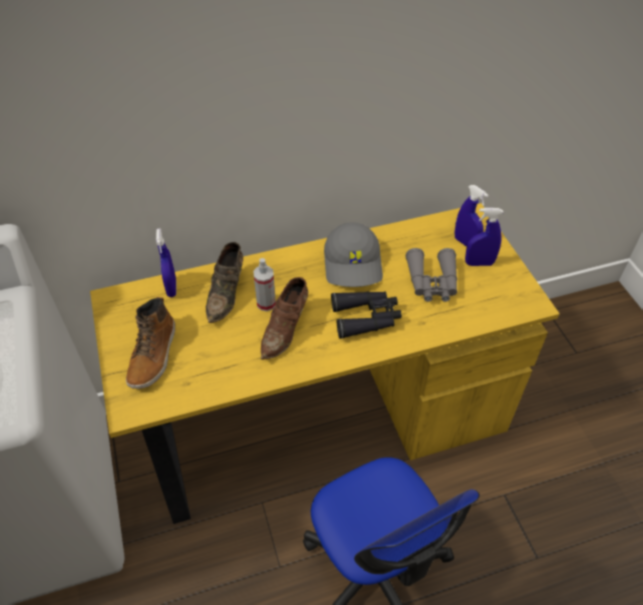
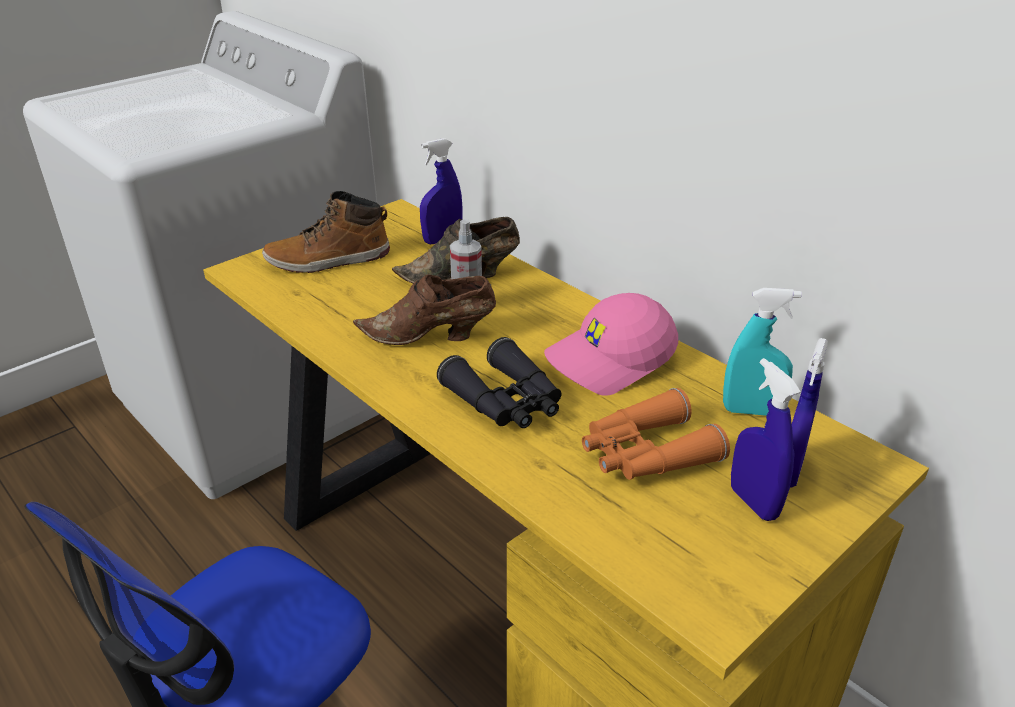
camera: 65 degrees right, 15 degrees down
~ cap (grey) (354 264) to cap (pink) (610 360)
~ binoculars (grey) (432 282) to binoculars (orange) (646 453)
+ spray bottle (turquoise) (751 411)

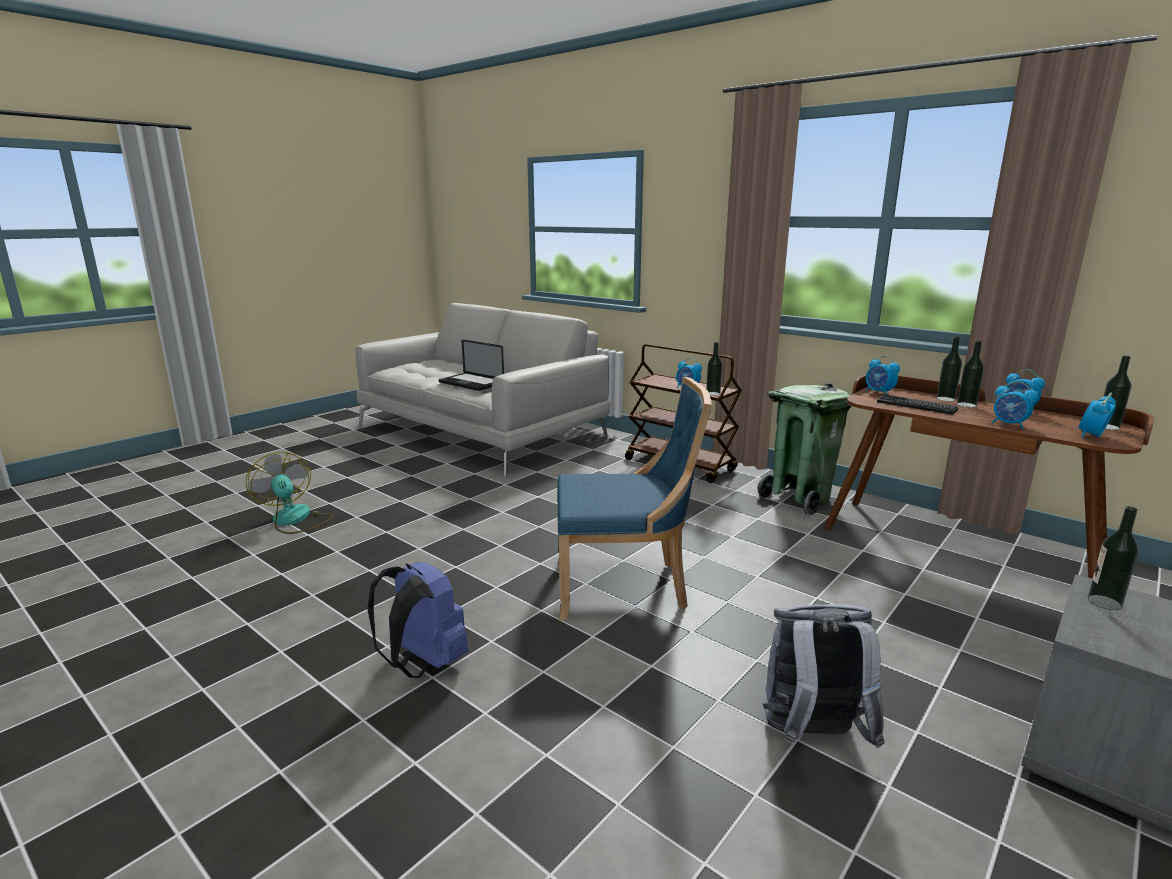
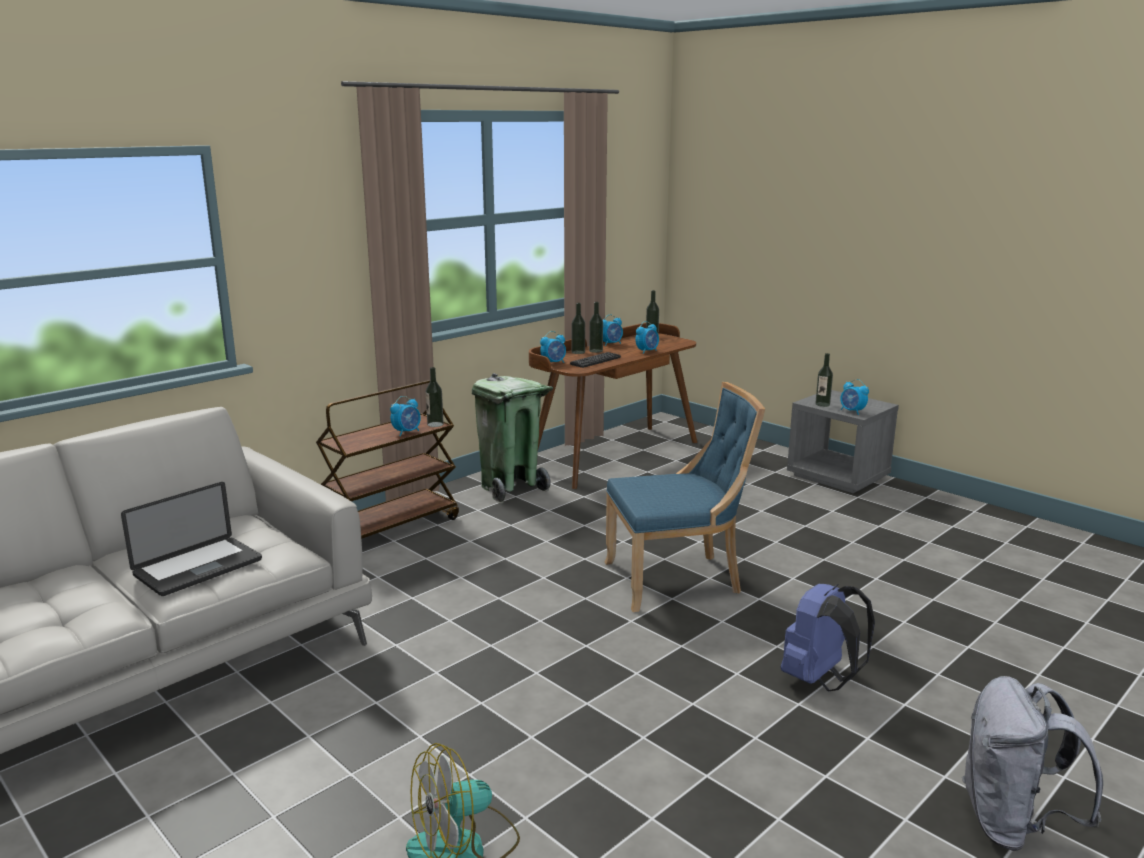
camera: 85 degrees left, 0 degrees up
~ chair (blue) (625 587) = (678 580) 75 degrees clockwise
~ alarm clock (1092 436) to (852 411)
~ backpack (grey) (811 736) to (1013 824)

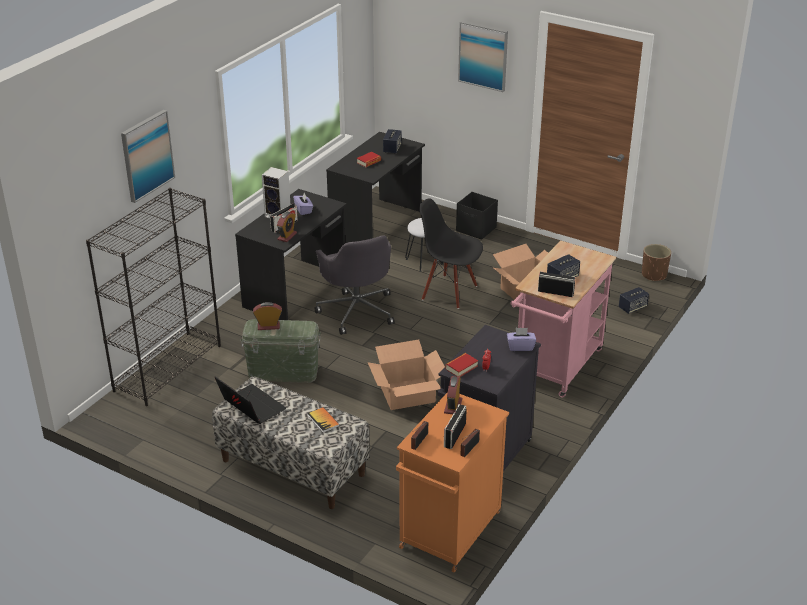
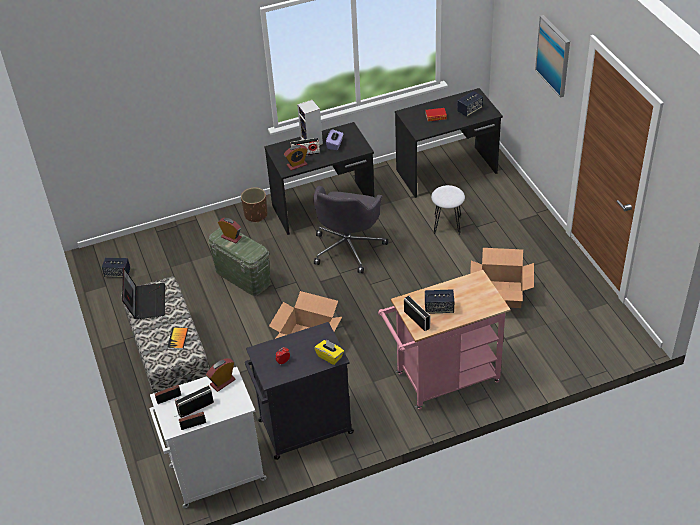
camera: 40 degrees right, 10 degrees up
- picture (147 155)
- bookcase (black) (168 367)
- storage box (black) (476 229)
- chair (black) (449 292)
~ planter (brown) (654 275) to (256 215)
~ speaker (632 307) to (117 273)
~ tissue box (purple) (520 347) to tissue box (yellow) (330 356)
- book (461 367)
~ cabinet (orange) (449 531) to cabinet (white) (215 474)

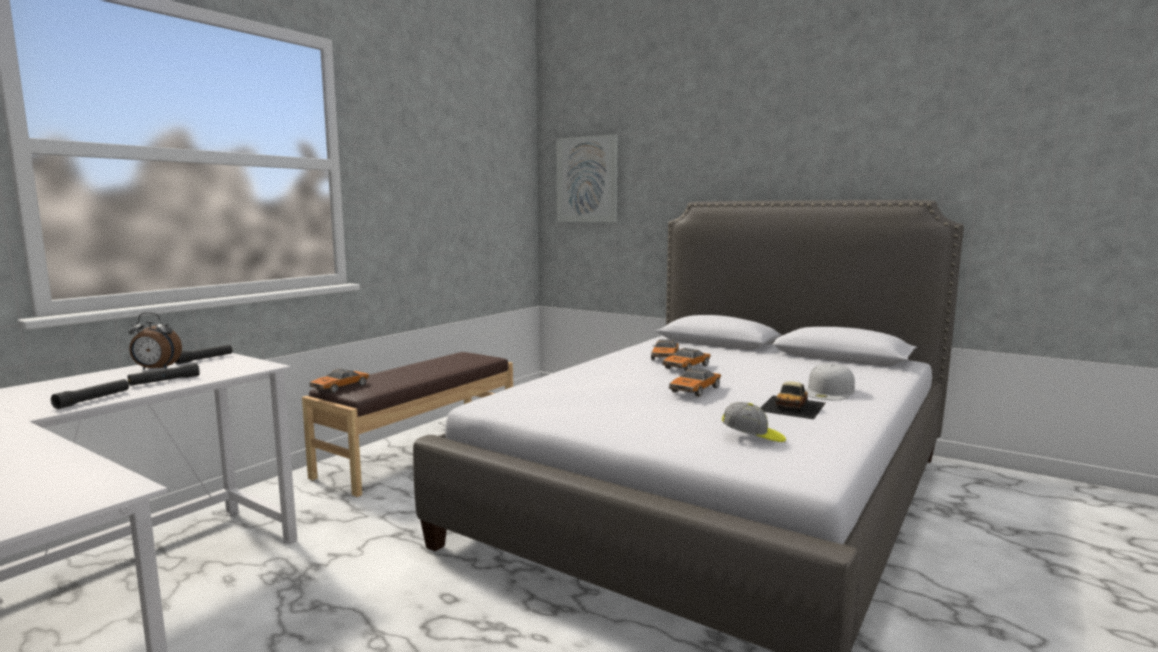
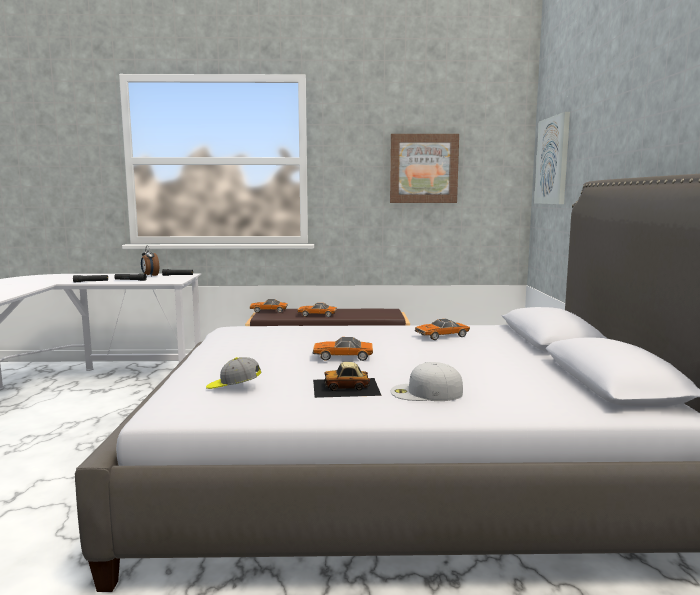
camera: 55 degrees right, 0 degrees up
~ toy car (686 367) to (317 315)
~ cap (753 437) = (233 387) 120 degrees clockwise
+ picture (423 168)

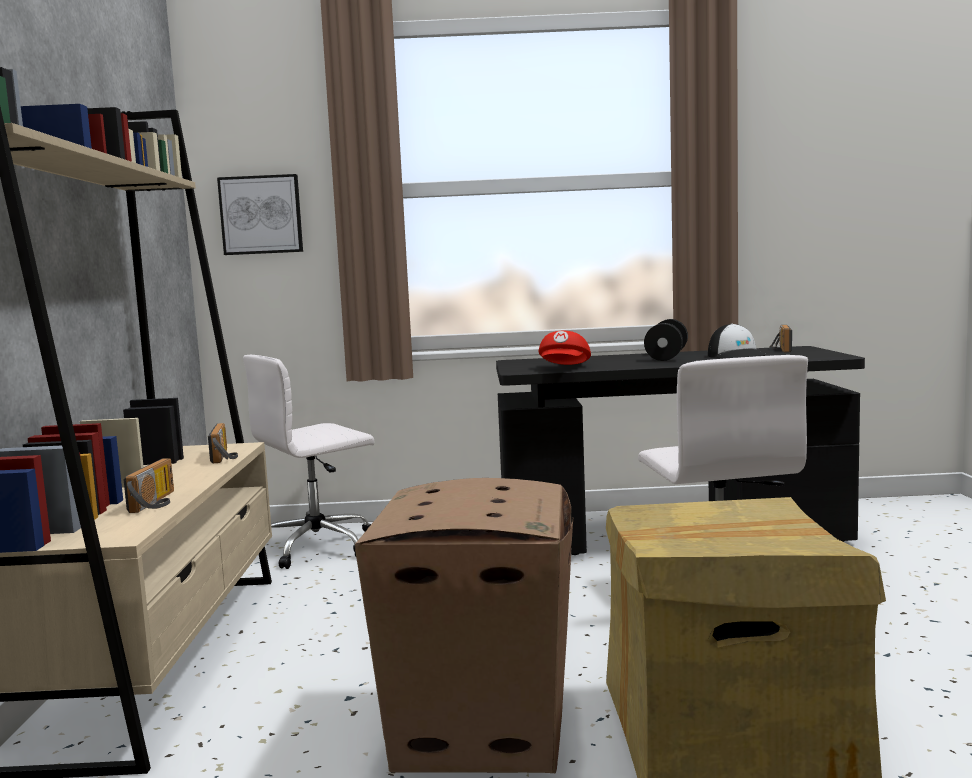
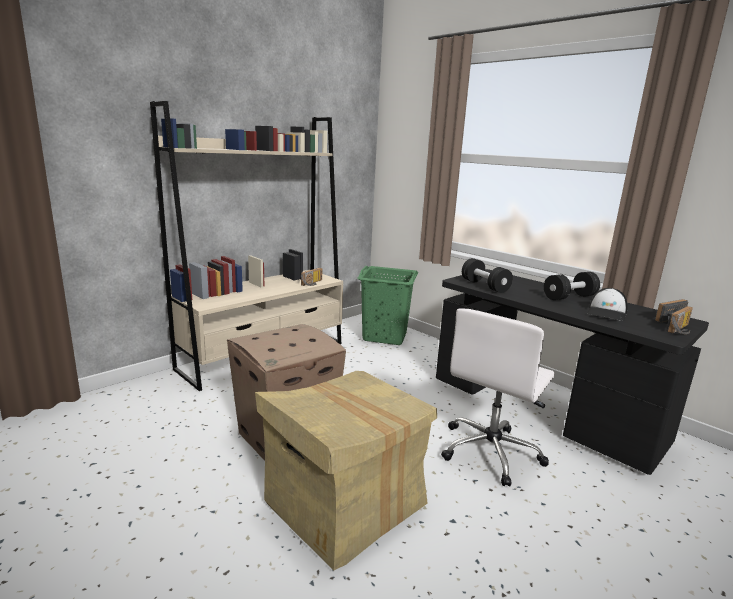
camera: 45 degrees right, 10 degrees up
- picture (261 215)
~ cap (red) (565 368) to dumbbell (black) (484 286)
~ office chair (white) (319 546) to laundry basket (green) (384 336)
~ radio (158 502) to (681 330)

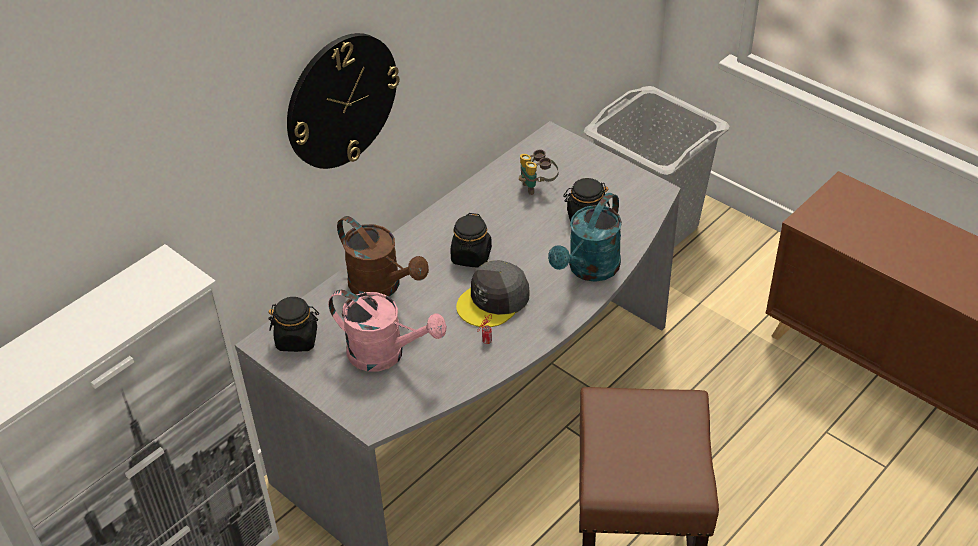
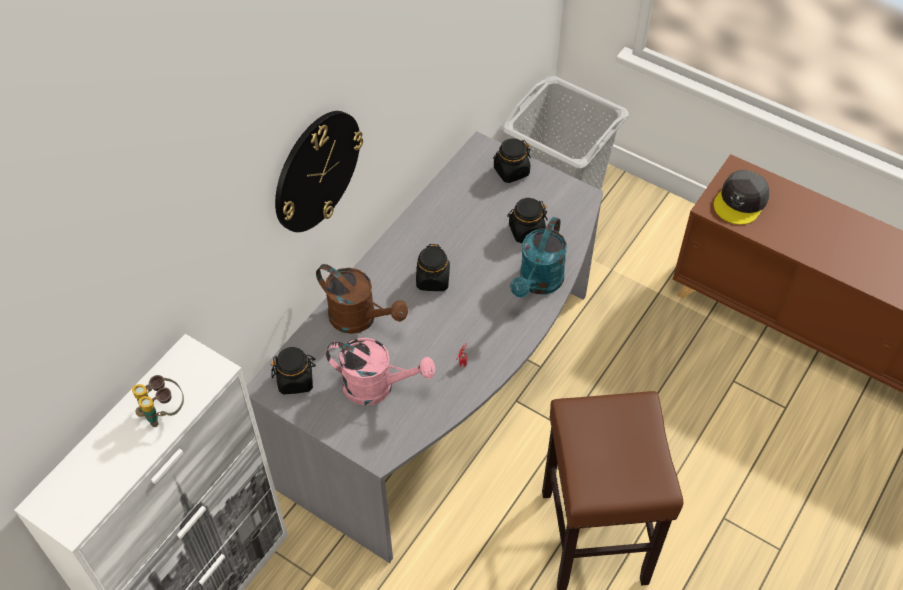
camera: 10 degrees left, 10 degrees up
~ binoculars (537 186) to (163 412)
~ cap (grey) (494 301) to (741 202)
+ jar (black) (511 171)

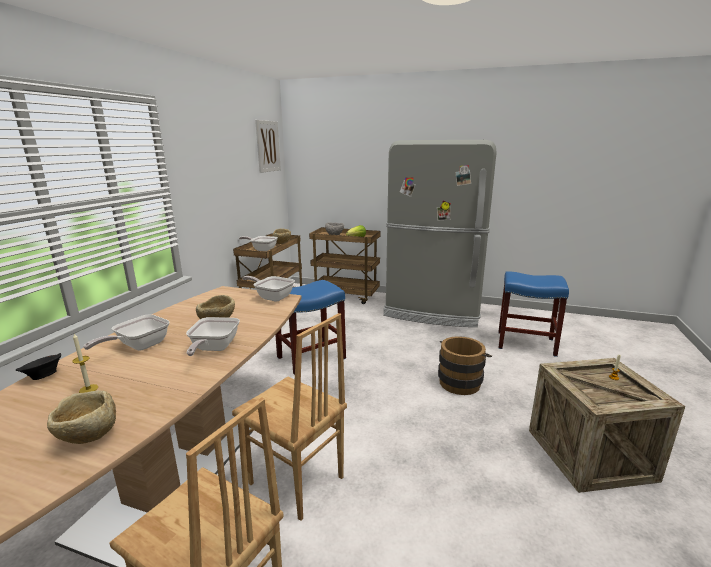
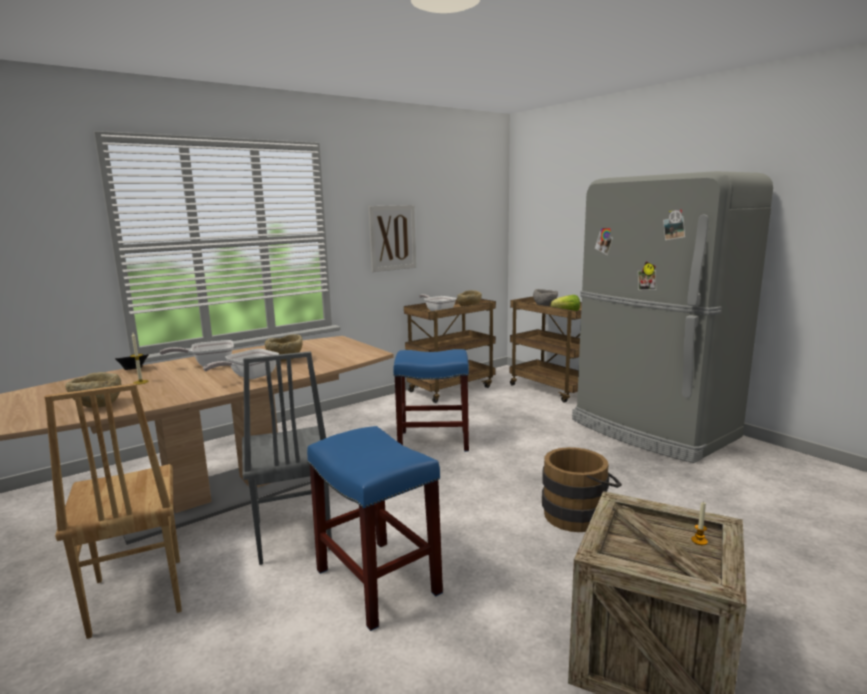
camera: 35 degrees right, 5 degrees down
~ picture (267 146) to (392 238)
~ stool (blue) (526 343) to (379 581)
- frying pan (272 297)
~ chair (brown) (296 482) to chair (grey) (291 536)

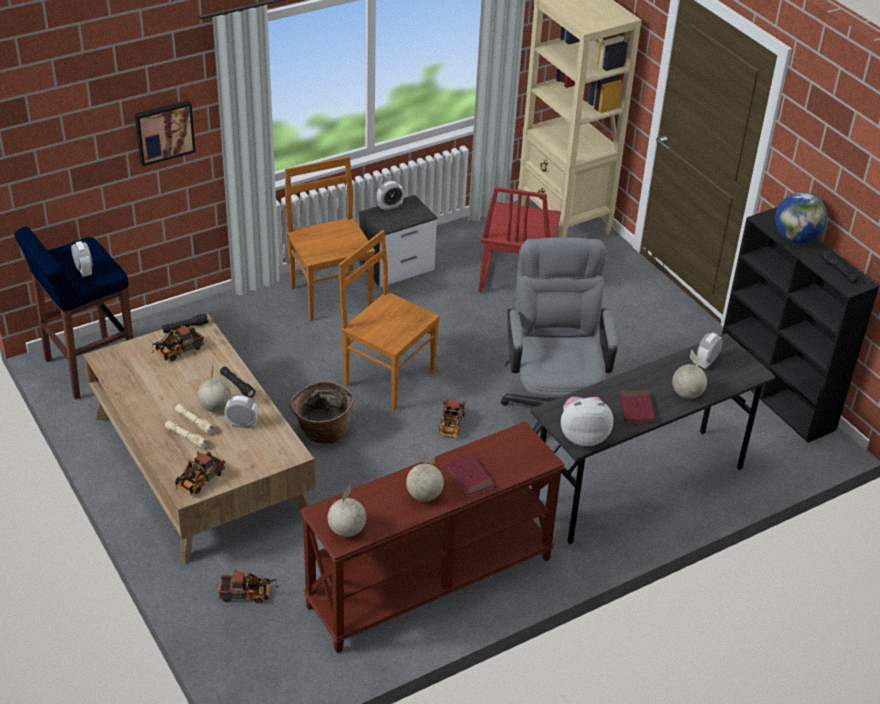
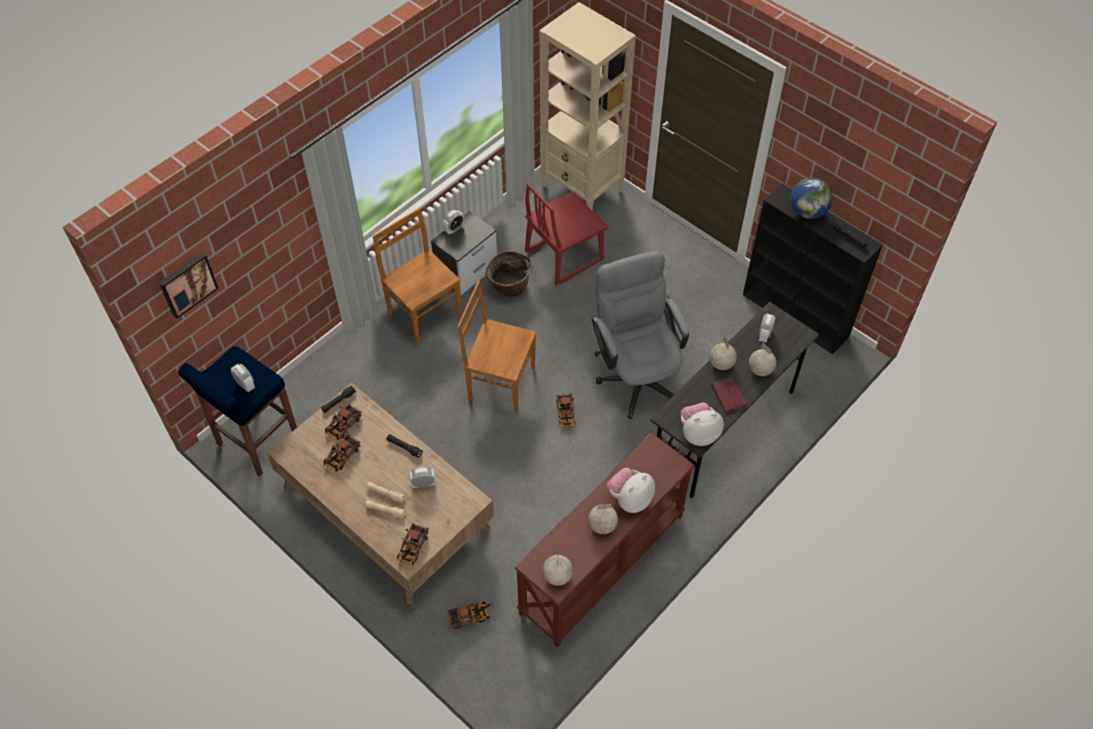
camera: 15 degrees left, 15 degrees up
~ picture (164 131) to (187 284)
~ chair (red) (515 277) = (563 255) 60 degrees clockwise
~ globe (215 407) to (721 364)
~ basket (322 432) to (509 287)
~ book (red) (470 478) to plush toy (630 499)
+ toy truck (341 458)

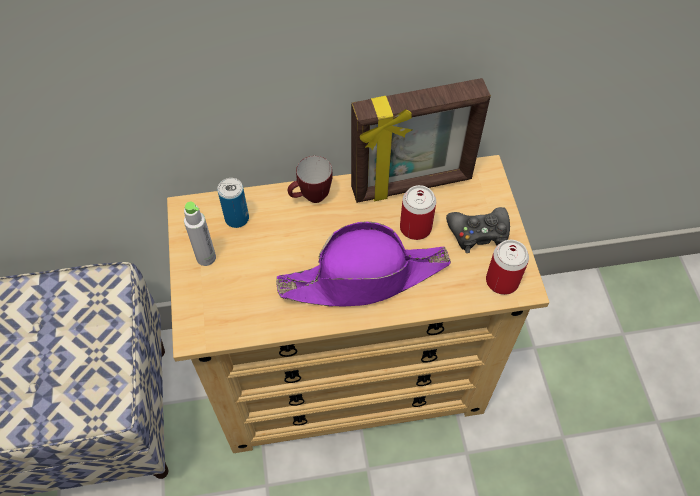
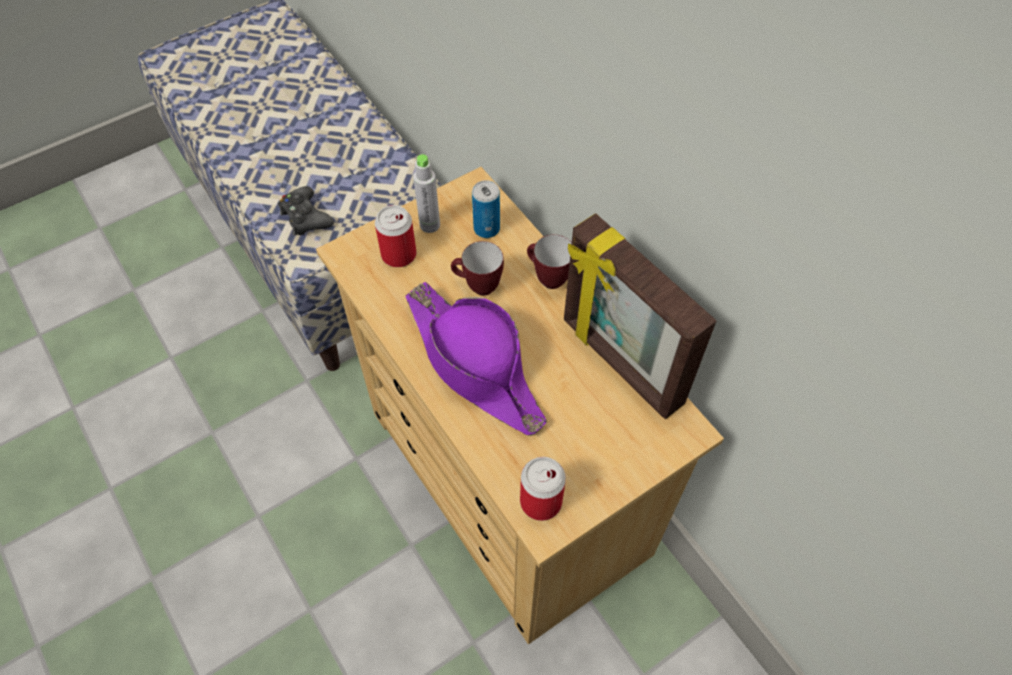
camera: 65 degrees right, 0 degrees up
~ can (415 227) to (399 254)
~ game controller (black) (479 233) to (305 217)
+ mug (477 287)

